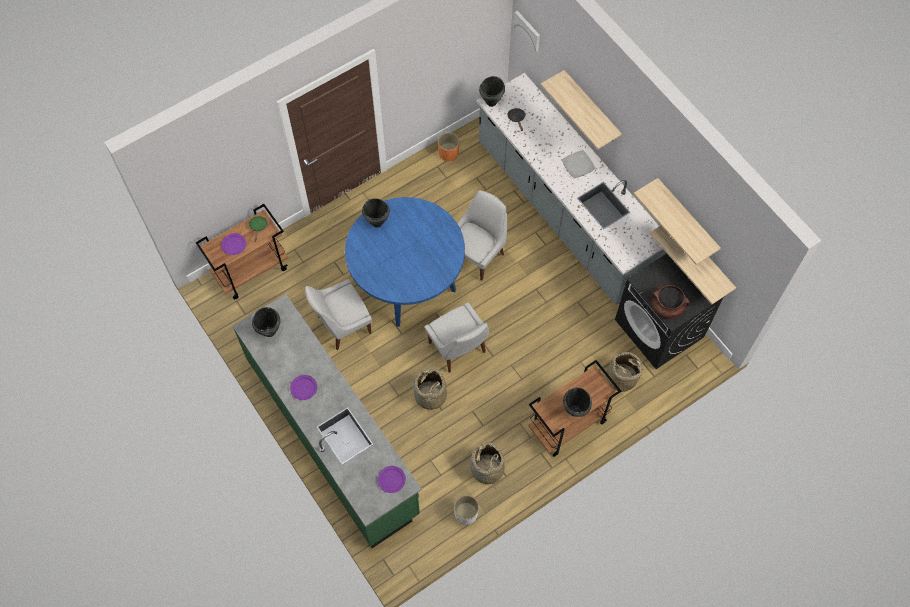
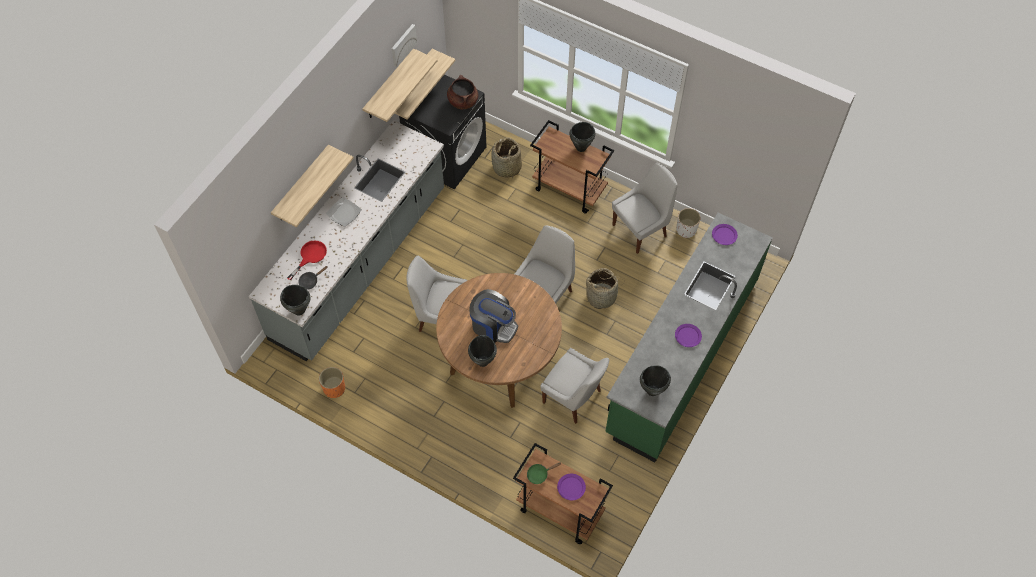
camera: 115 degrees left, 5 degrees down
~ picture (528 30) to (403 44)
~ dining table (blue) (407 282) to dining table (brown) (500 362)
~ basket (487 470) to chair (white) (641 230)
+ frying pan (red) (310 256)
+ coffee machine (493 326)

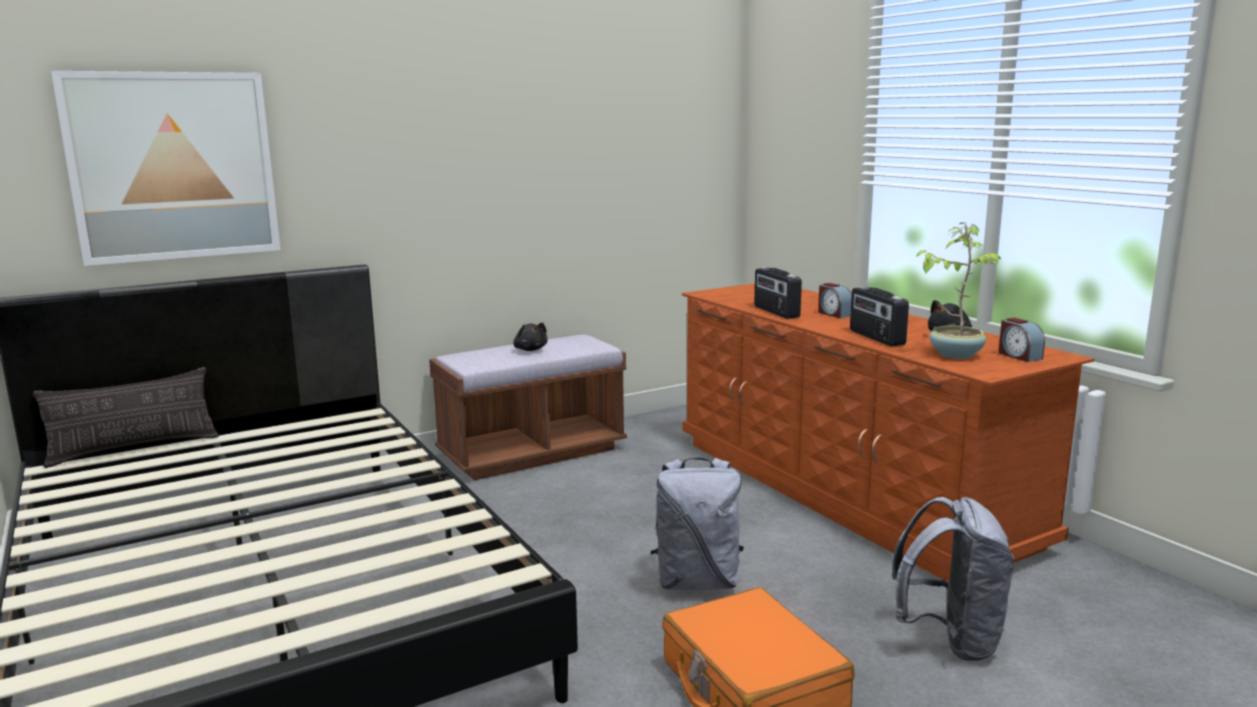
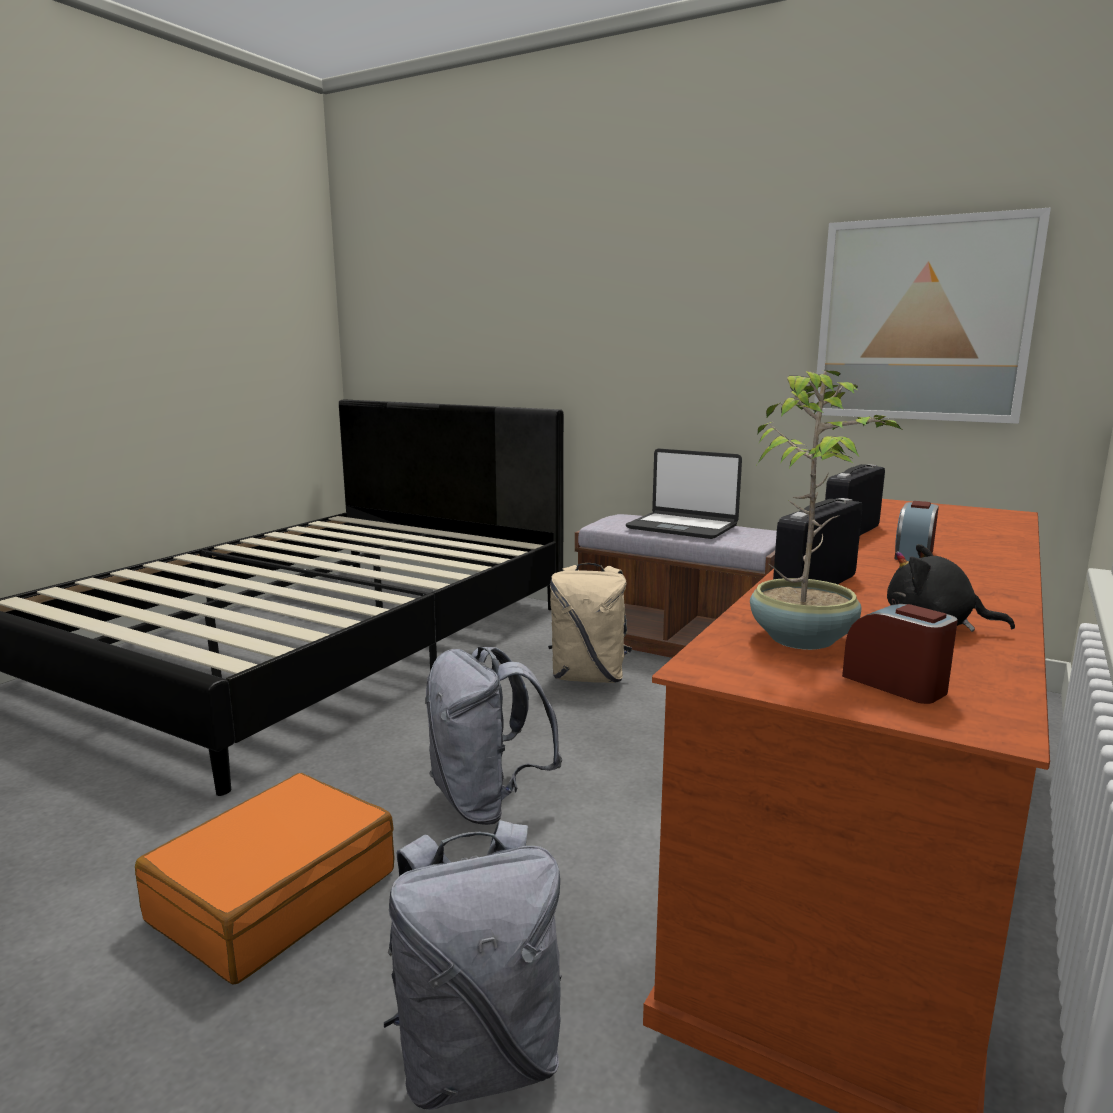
camera: 60 degrees right, 0 degrees up
~ picture (173 166) to (922 320)
~ alarm clock (1019 356) = (896 684) 105 degrees clockwise
~ plush toy (black) (530 349) to laptop (682 527)
- pillow (134 449)
+ backpack (beige) (589 677)

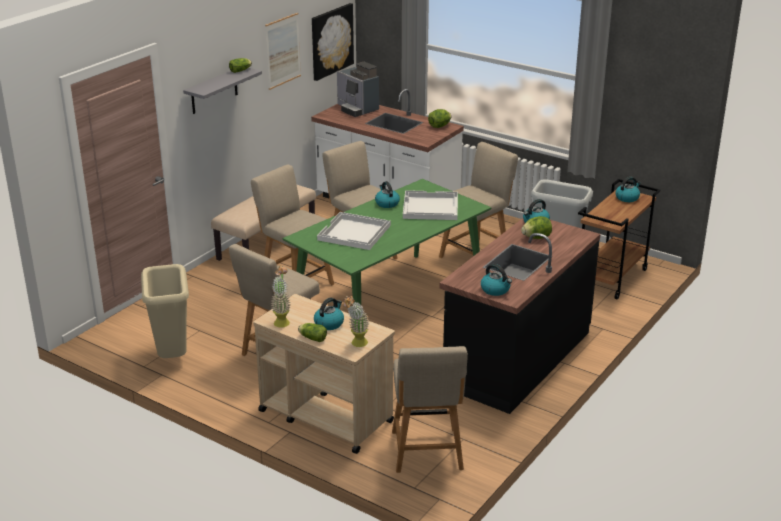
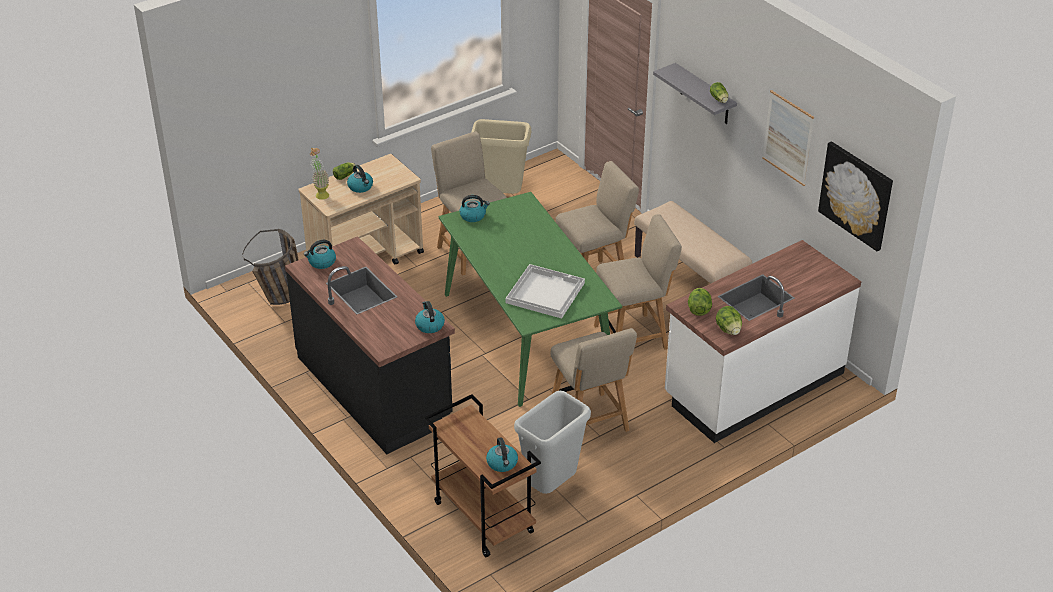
camera: 110 degrees right, 10 degrees up
- coffee machine (357 109)
~ kettle (387 203) to (473 216)
- tray (white) (354 233)
~ lettuce (536 237) to (698 310)
- potted plant (282 321)
~ chair (beige) (427 453) to basket (281 298)

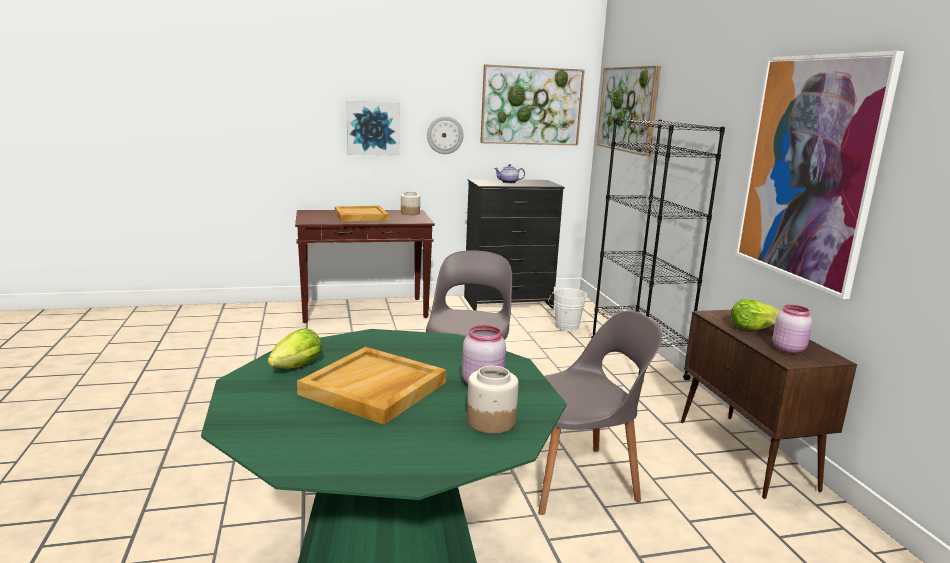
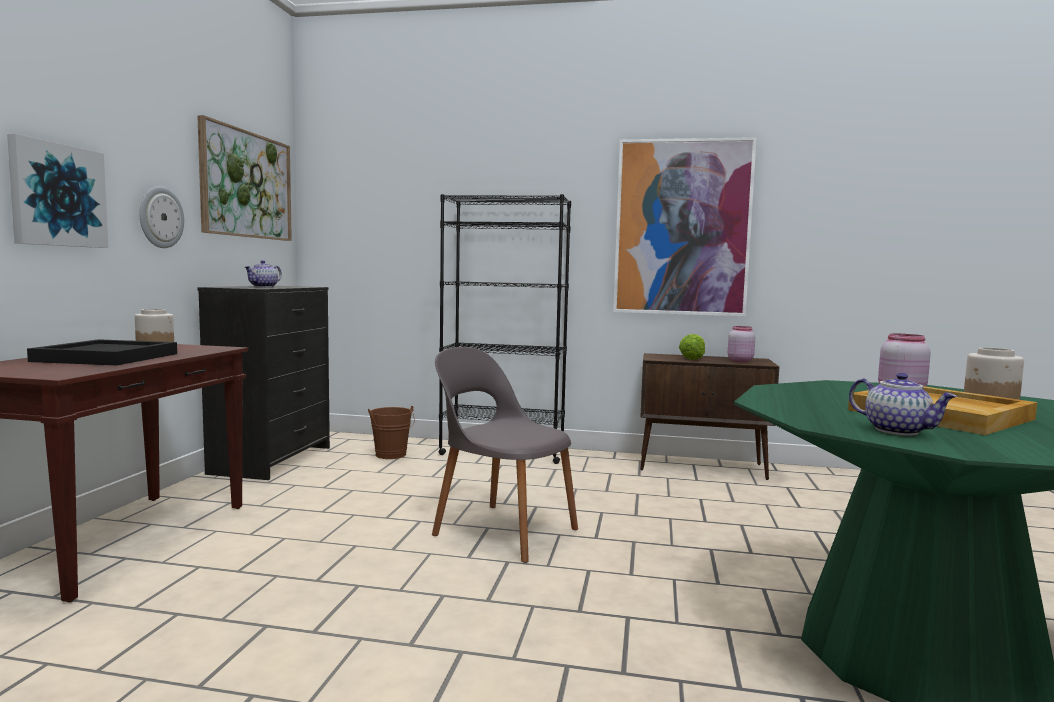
camera: 65 degrees left, 10 degrees down
- picture (628 109)
~ tray (beige) (360 216) to tray (black) (107 357)
~ bucket (white) (565 327) to bucket (brown) (392 456)
- chair (grey) (575 479)
~ lettuce (294 368) to teapot (898 431)

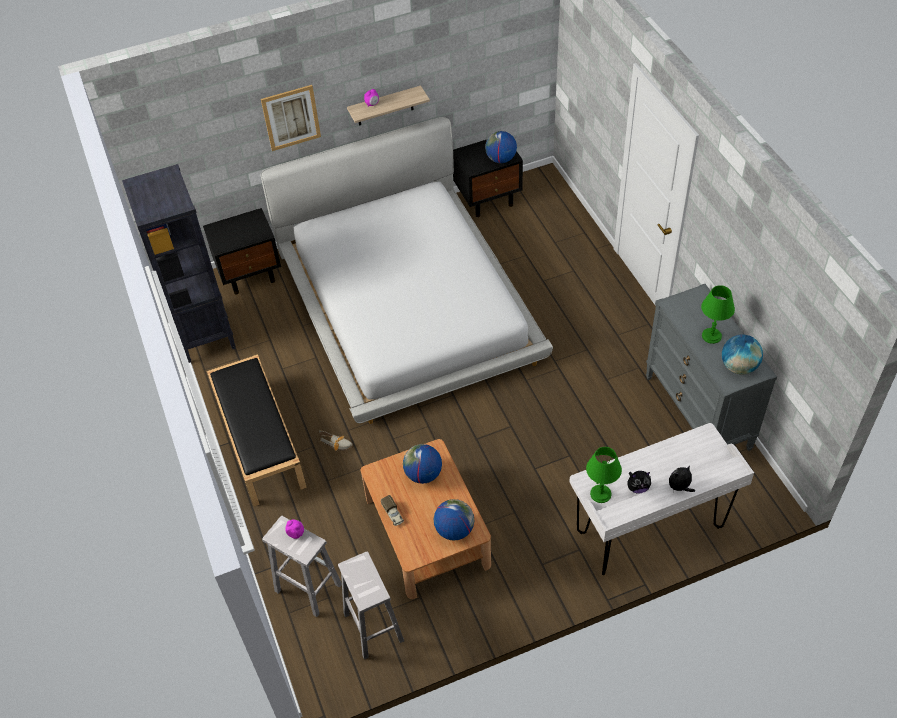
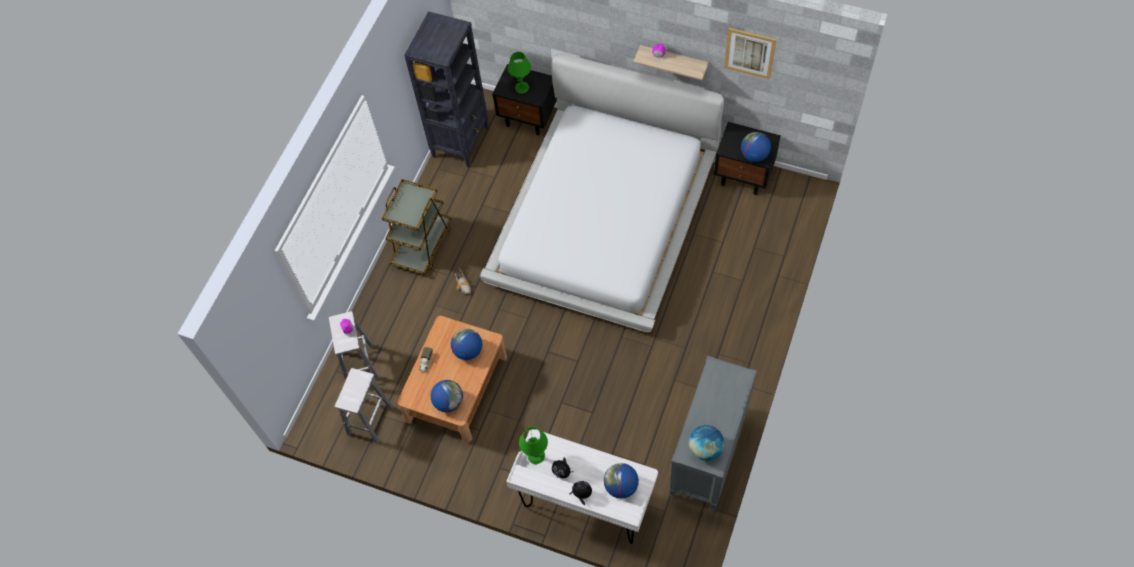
camera: 45 degrees right, 10 degrees up
~ picture (291 117) to (749 53)
~ table lamp (green) (711 336) to (522 87)
~ bench (black) (259 440) to cart (brown) (422 245)
+ globe (621 486)

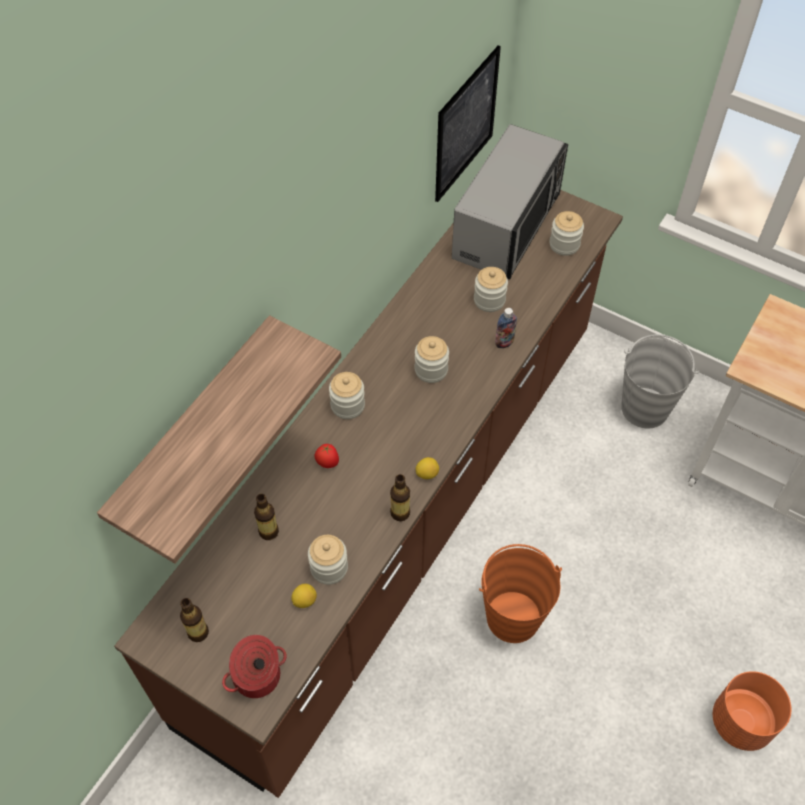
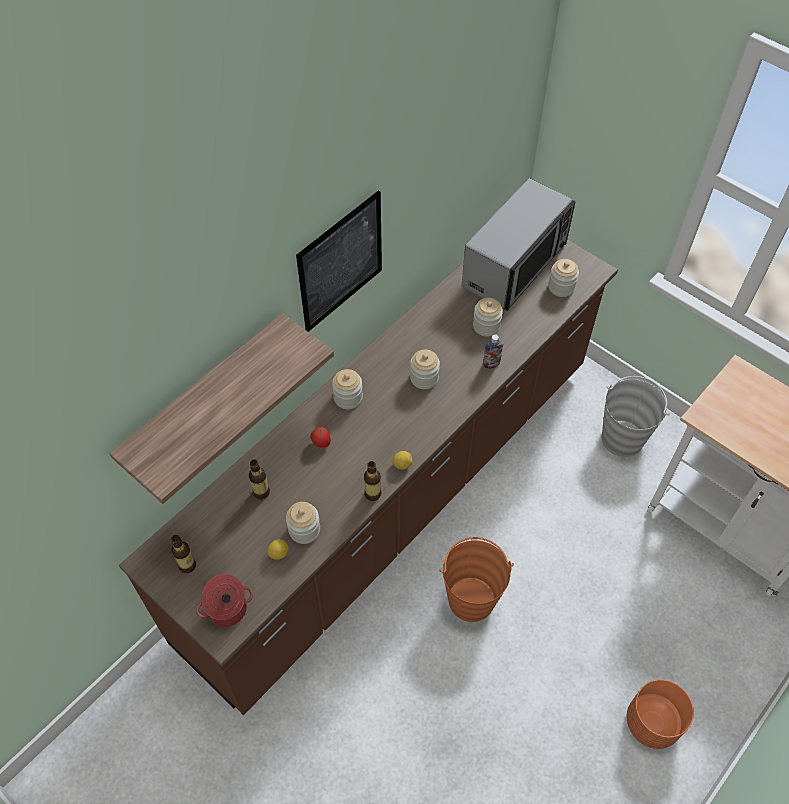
camera: 10 degrees right, 0 degrees up
~ picture (465 124) to (341 262)

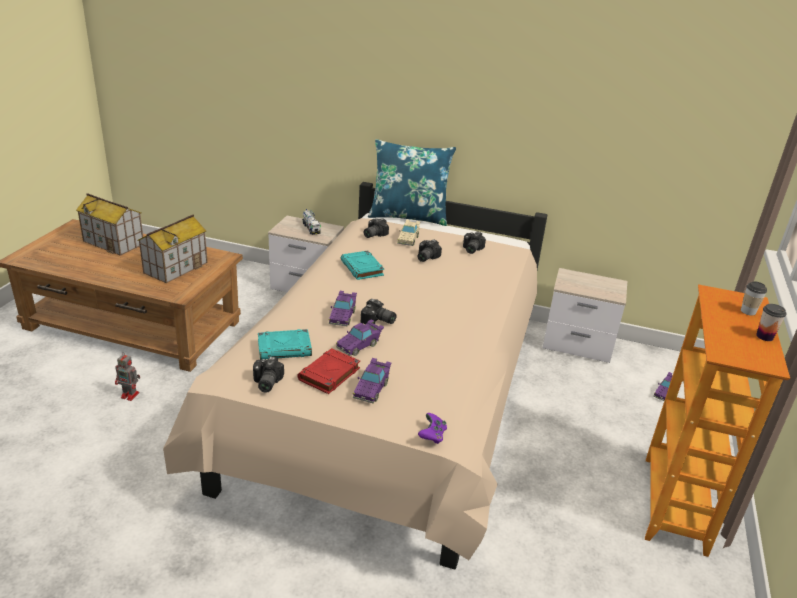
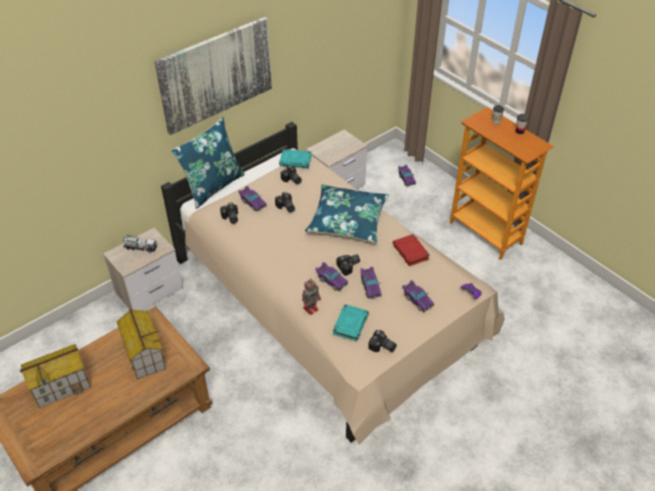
camera: 55 degrees left, 15 degrees up
~ toy car (beige) (408 239) to toy car (purple) (252 203)
~ book (turquoise) (362 268) to (296 161)
~ book (red) (329 374) to (411 252)
~ toy robot (131 395) to (311 308)
+ picture (216 74)
+ pillow (blue) (347 220)

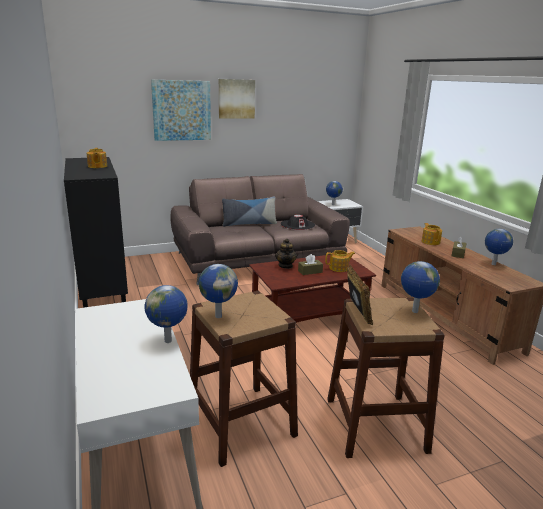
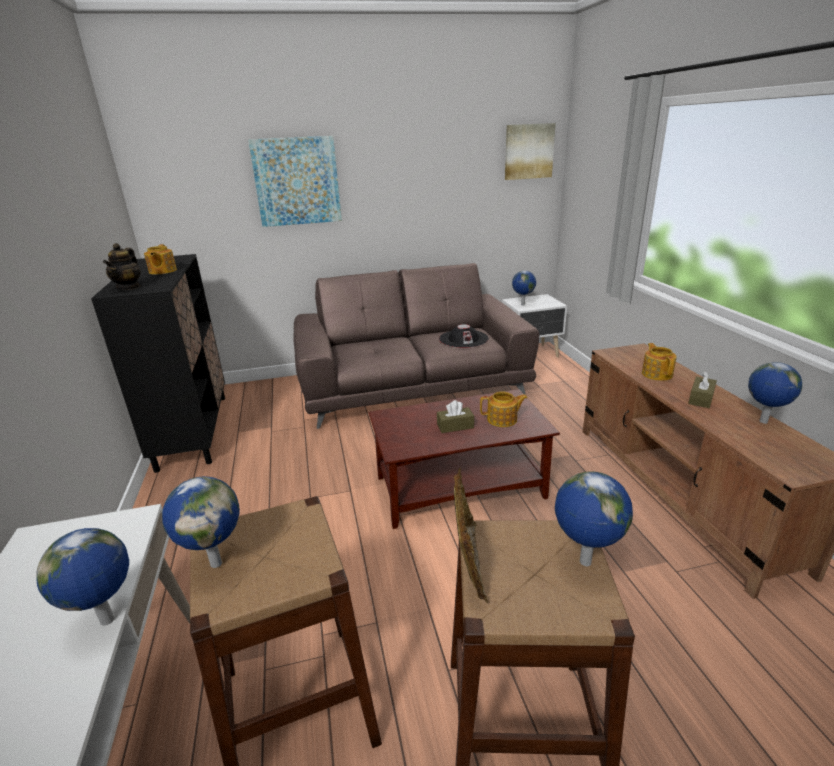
camera: 10 degrees right, 5 degrees up
~ picture (236 99) to (528 151)
- pillow (249 224)
~ teapot (285 266) to (129 287)

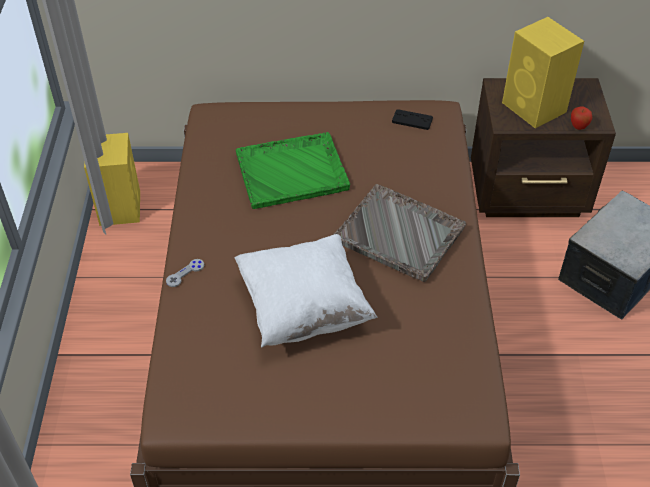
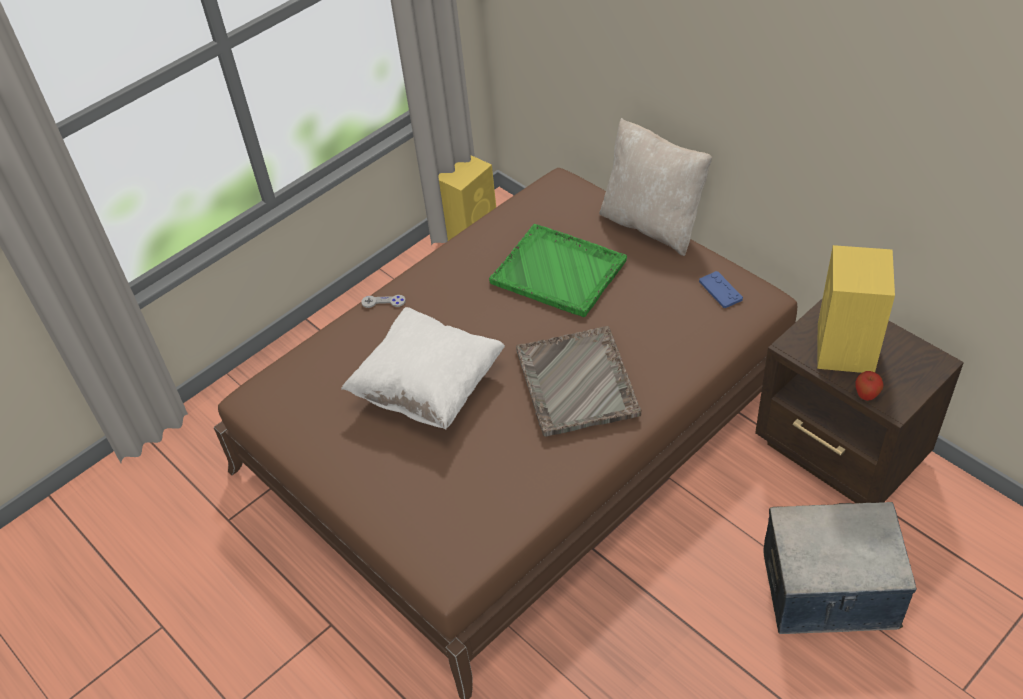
camera: 50 degrees right, 0 degrees up
~ game controller (black) (412 120) to game controller (blue) (720 290)
+ pillow (beige) (652 224)

